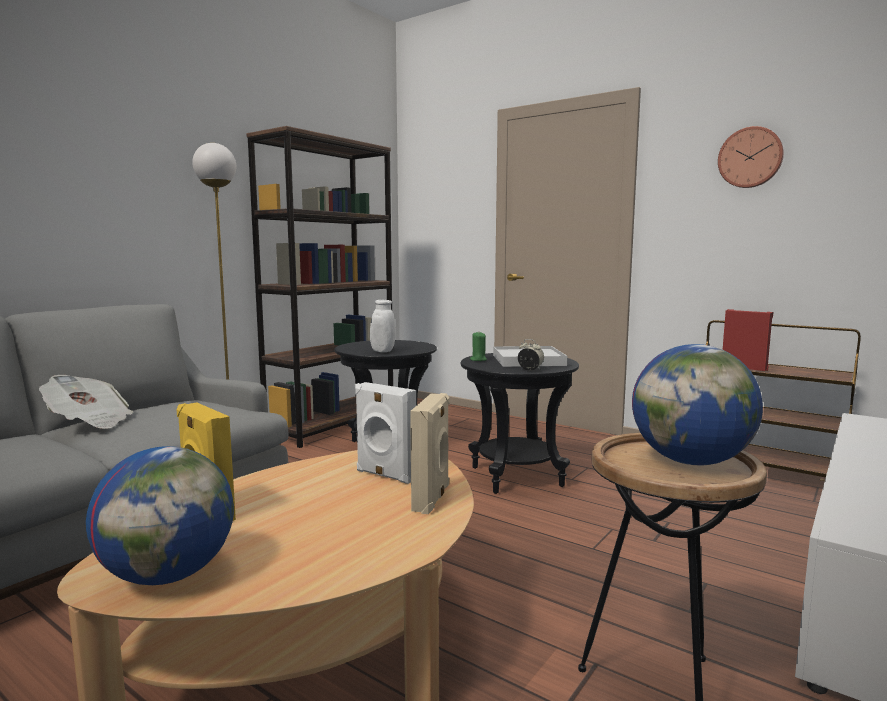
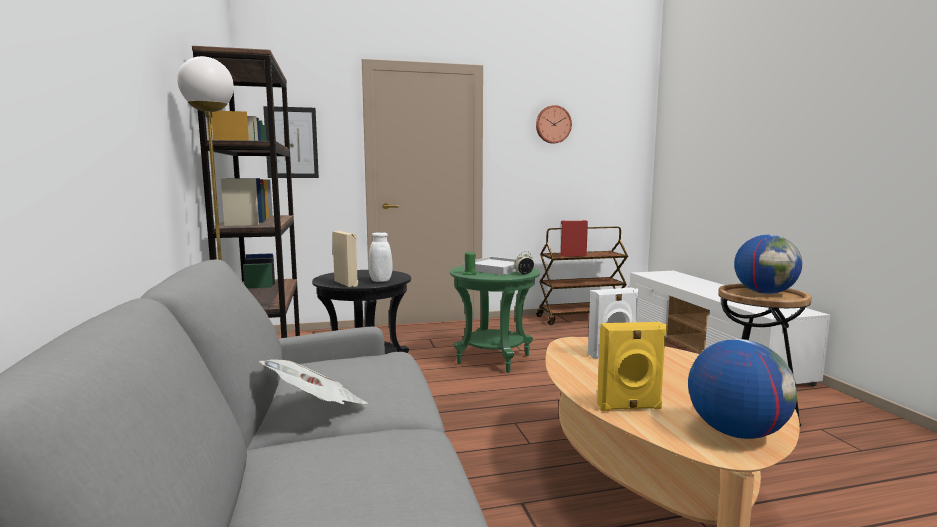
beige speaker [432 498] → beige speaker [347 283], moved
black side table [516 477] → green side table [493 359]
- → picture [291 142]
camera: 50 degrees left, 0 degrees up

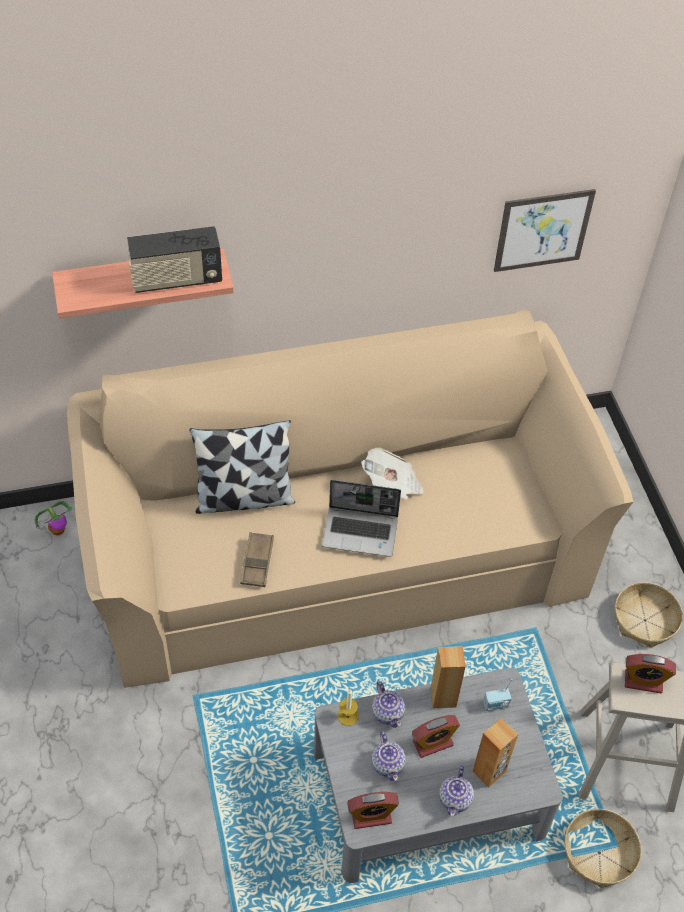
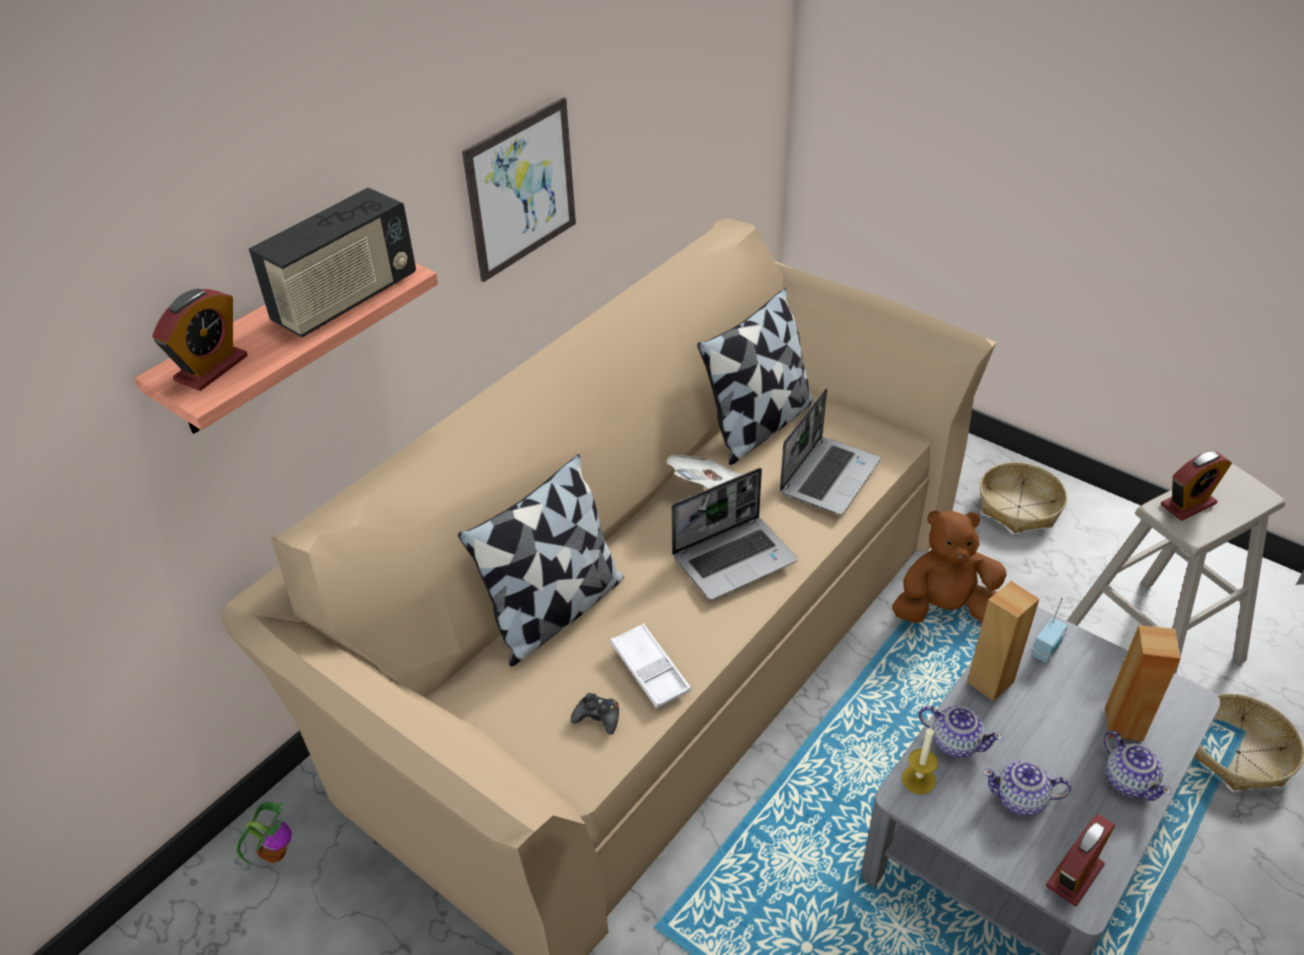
brown tray [257 562] → white tray [650 670]
teapot [388 764] → teapot [1021 799], 150 degrees clockwise
alarm clock [433 743] → alarm clock [211 368], moved
picture [543 230] → picture [521 189], moved
- → black game controller [597 717]
- → pillow [759 425]
- → laptop [829 476]
- → brown plush toy [944 608]
camera: 35 degrees left, 10 degrees down

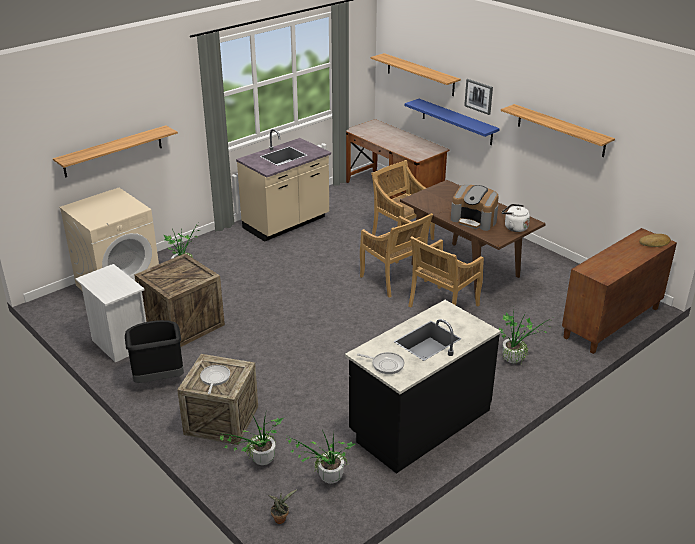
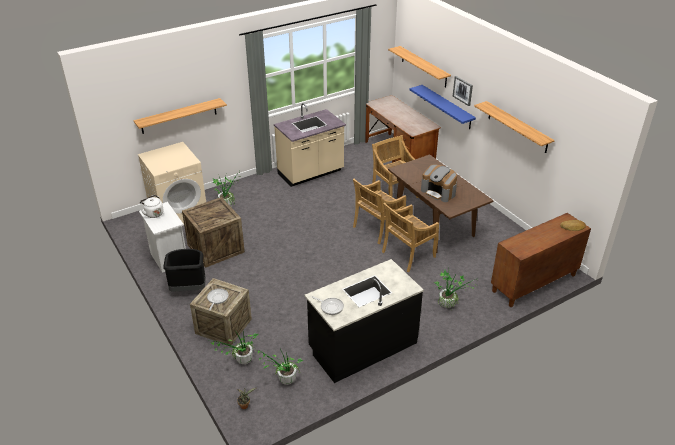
beige chair [394 280] → beige chair [377 228], 75 degrees clockwise
white kettle [514 227] → white kettle [153 213], moved
camera: 10 degrees right, 5 degrees up

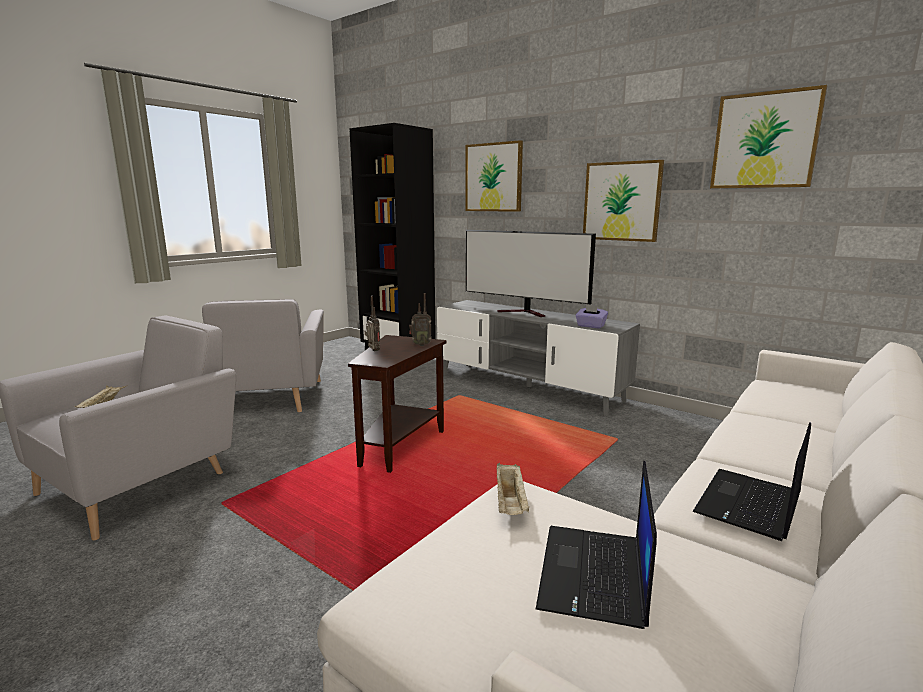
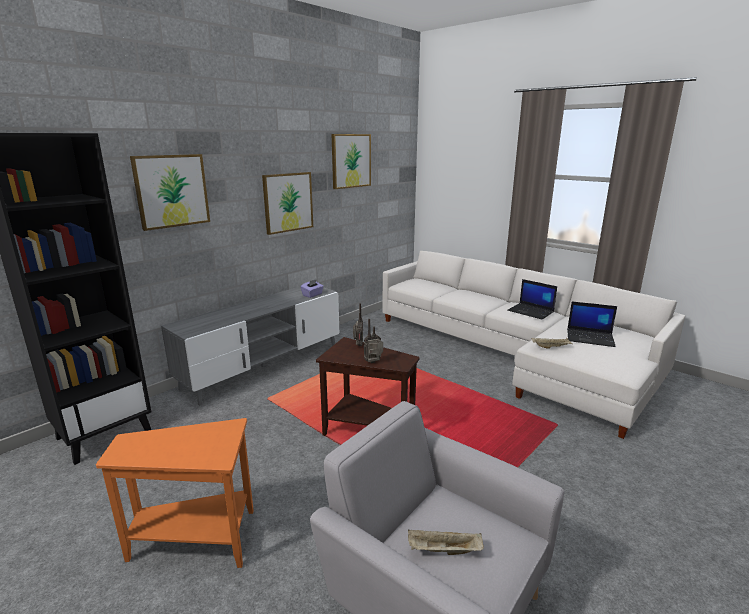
grey armchair [270 399] → orange side table [198 541]
television [525 313] → -
camera: 85 degrees left, 5 degrees up

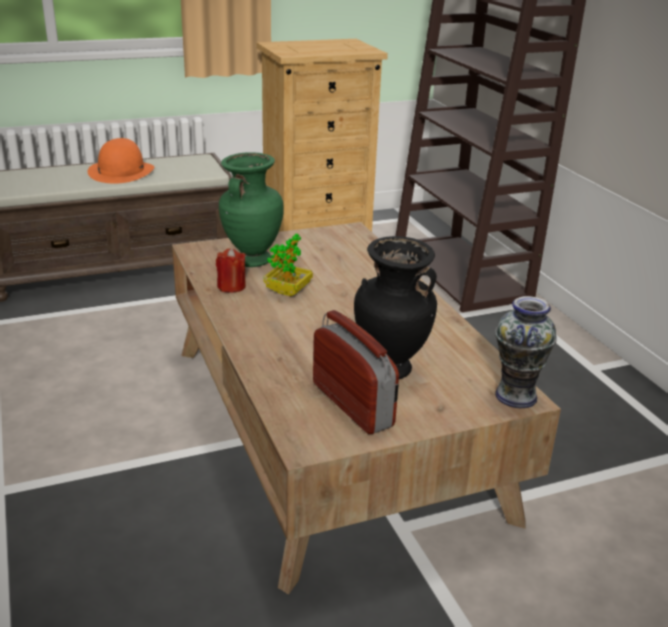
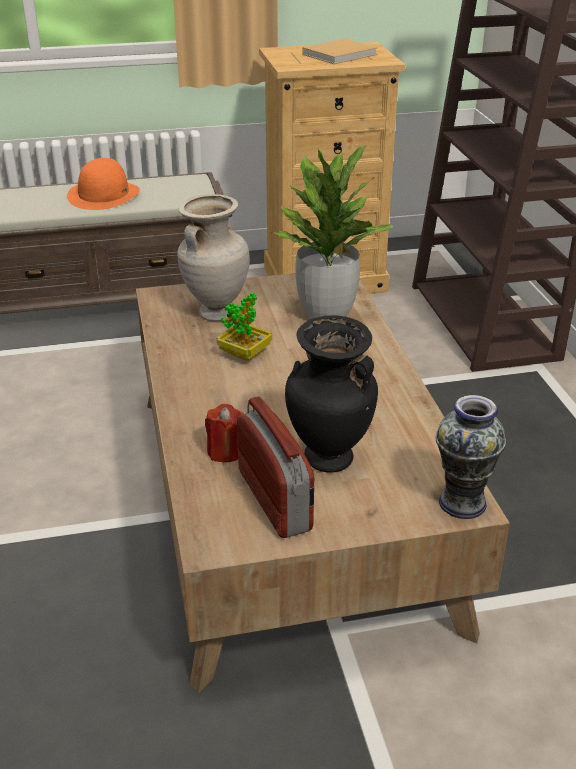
red candle [231 286] → red candle [225 451], moved
green vase [252 260] → beige vase [216 313]
- → potted plant [326 314]
- → beige book [341 54]
camera: 10 degrees right, 5 degrees up

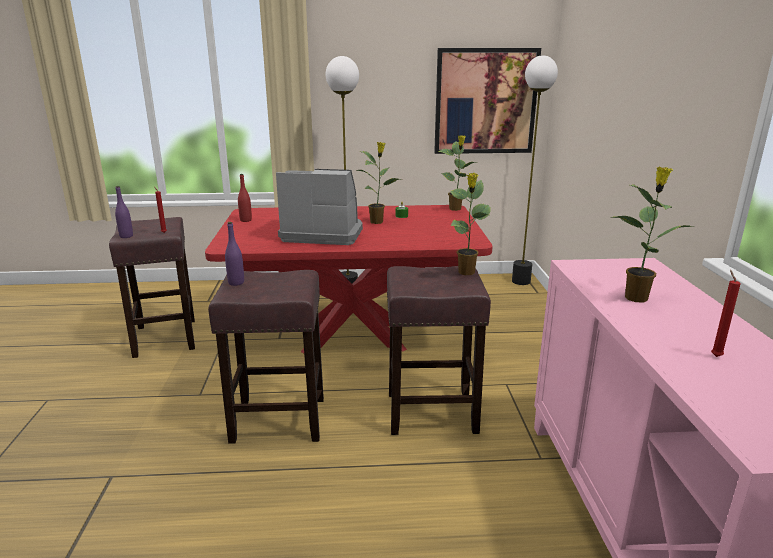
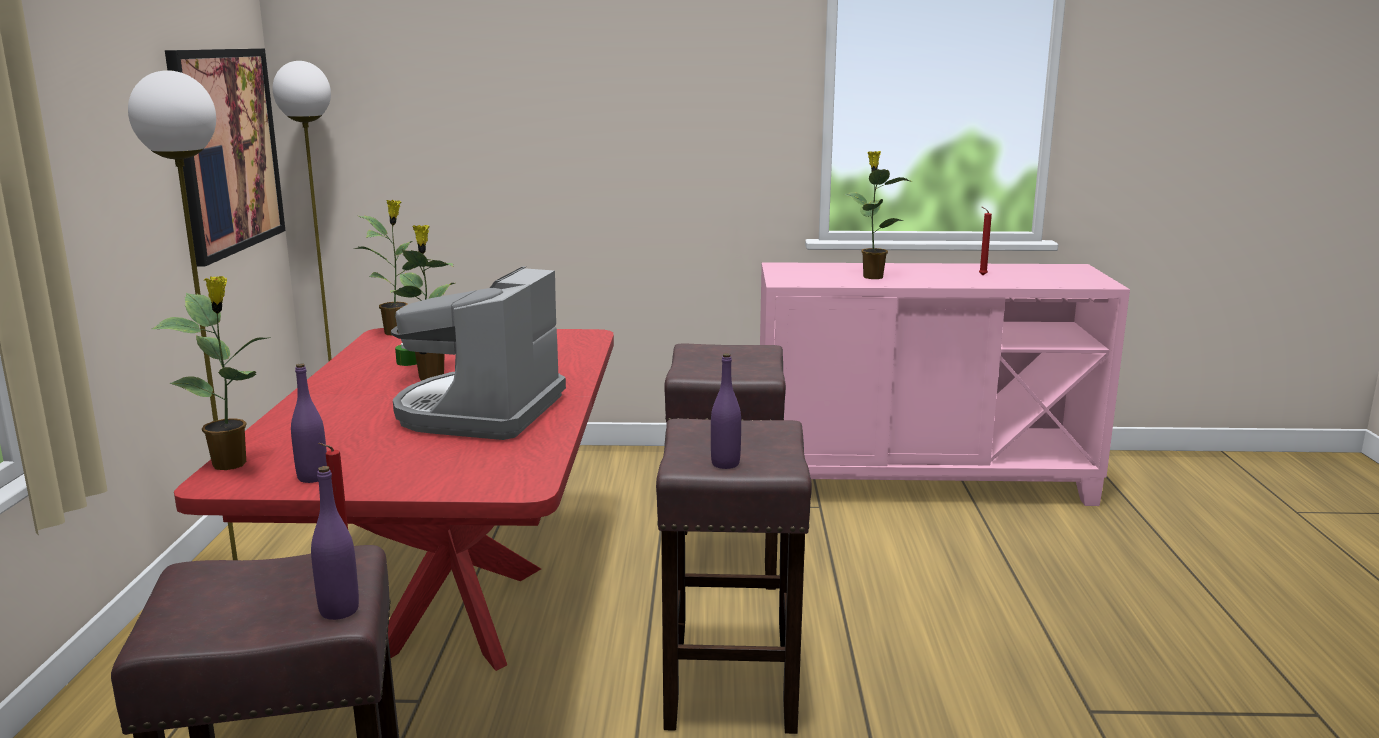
red bottle [246 220] → purple bottle [312 477]
potted plant [466 272] → potted plant [232 464], moved
camera: 85 degrees left, 5 degrees down

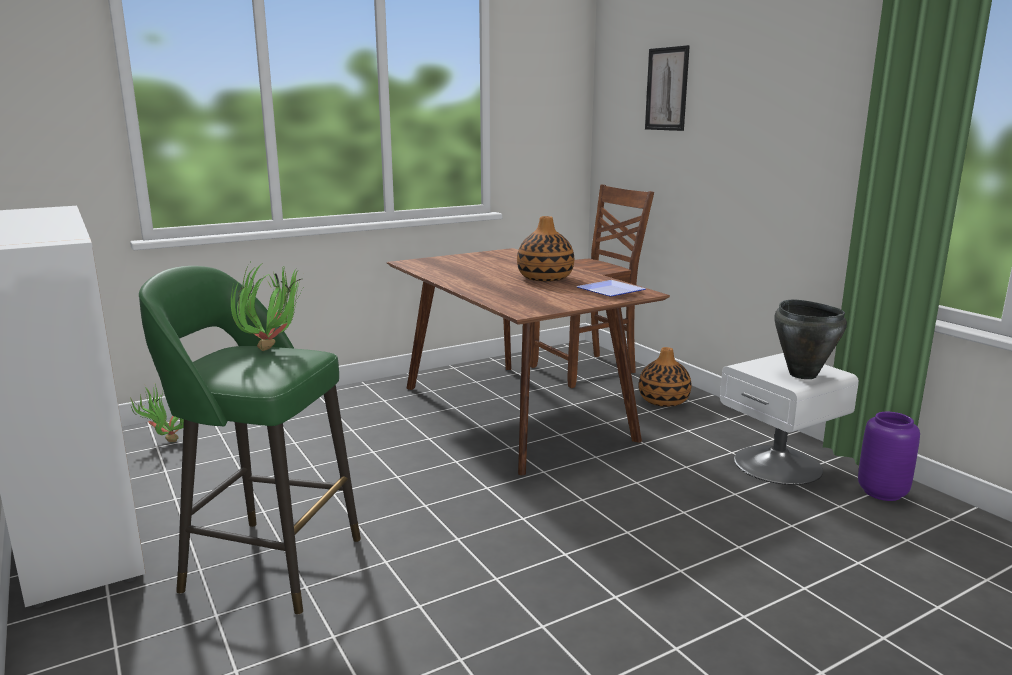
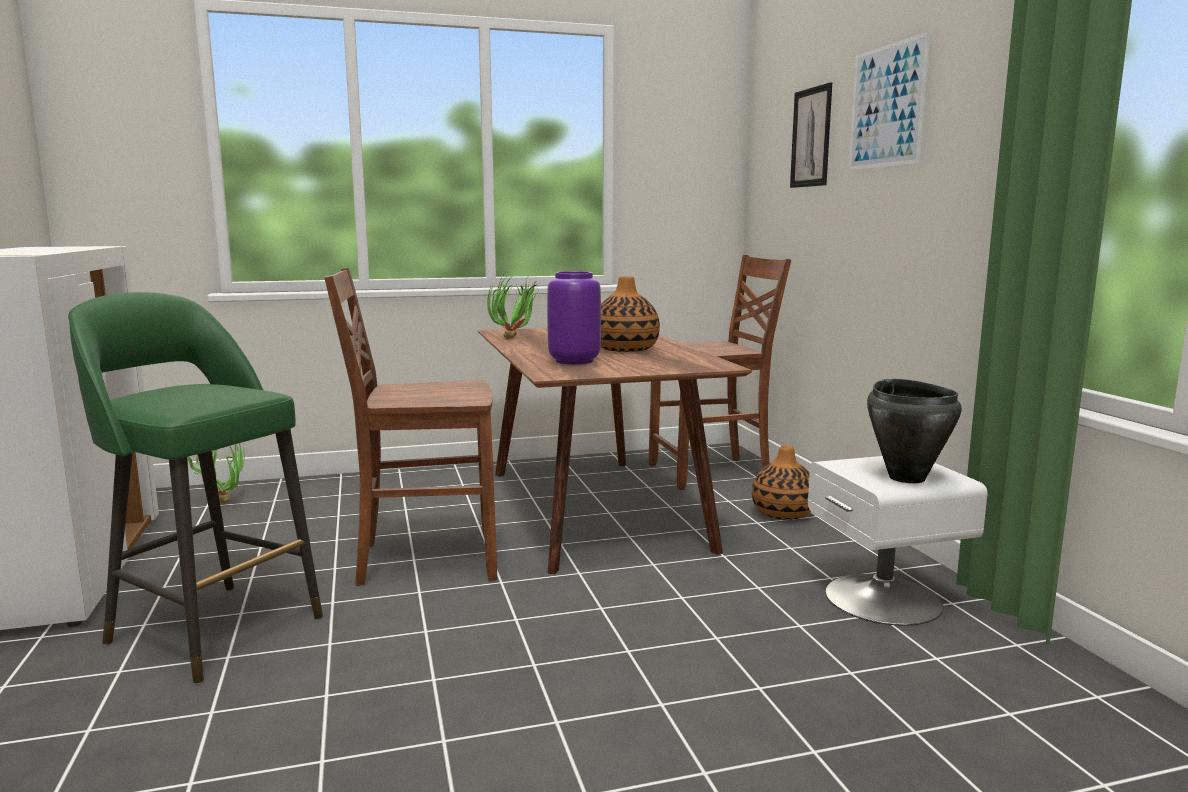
potted plant [276 348] → potted plant [517 339], moved
plate [608 291] → -
purple vase [883 492] → purple vase [575 361], moved
- → brown chair [424 560]
- → picture [886 106]
camera: 15 degrees right, 5 degrees down

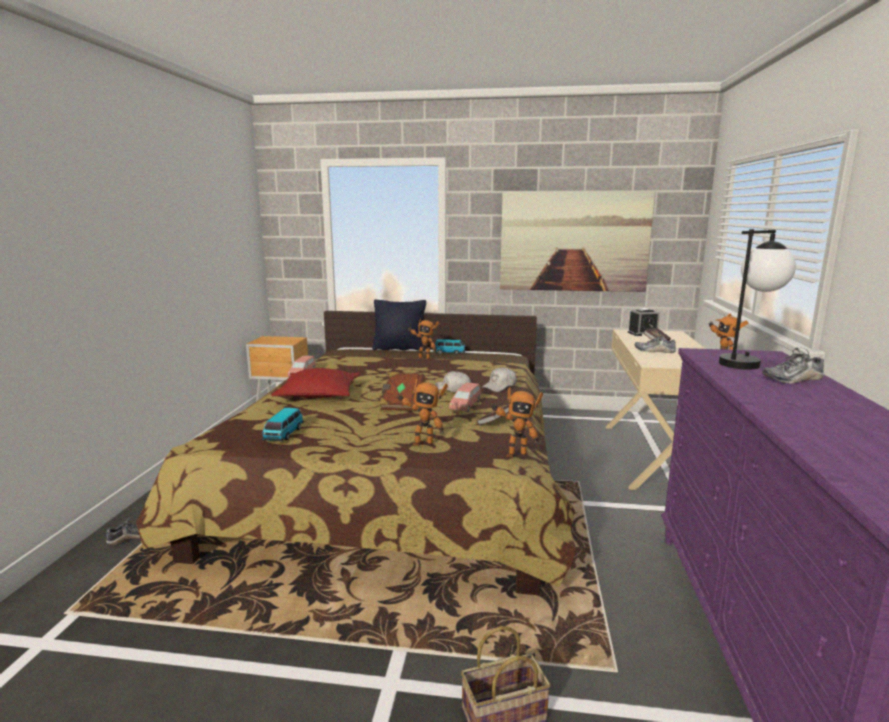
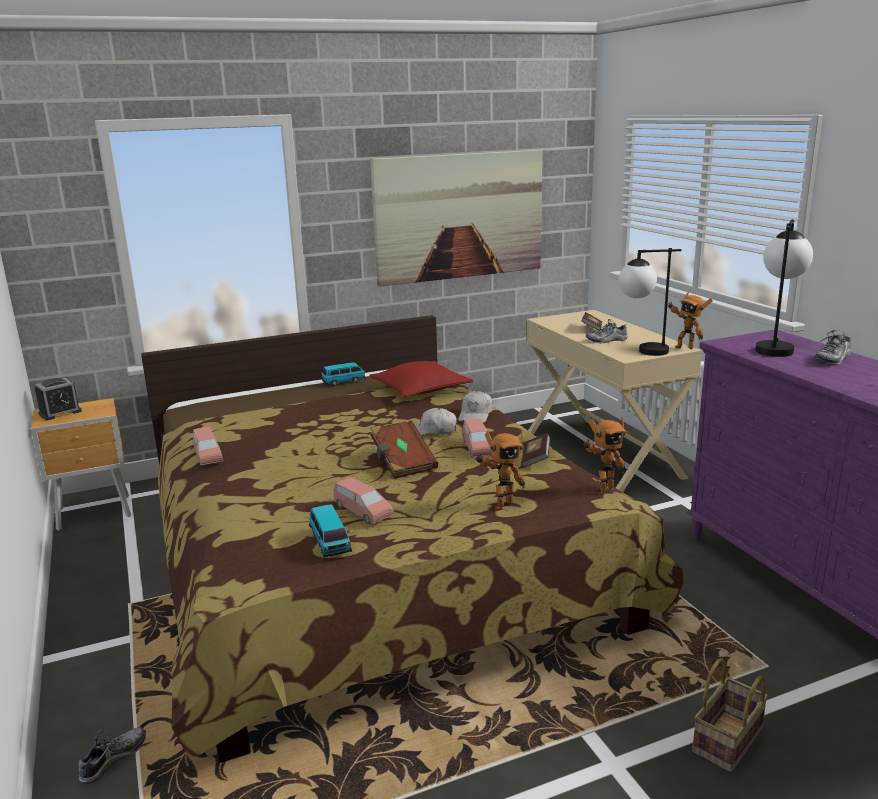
red pillow [319 394] → red pillow [420 389], moved
black pillow [399 349] → -
toy robot [423 358] → -
alarm clock [643 333] → alarm clock [60 413], moved
- → pink toy car [363 511]
- → table lamp [641 352]
camera: 30 degrees left, 5 degrees up

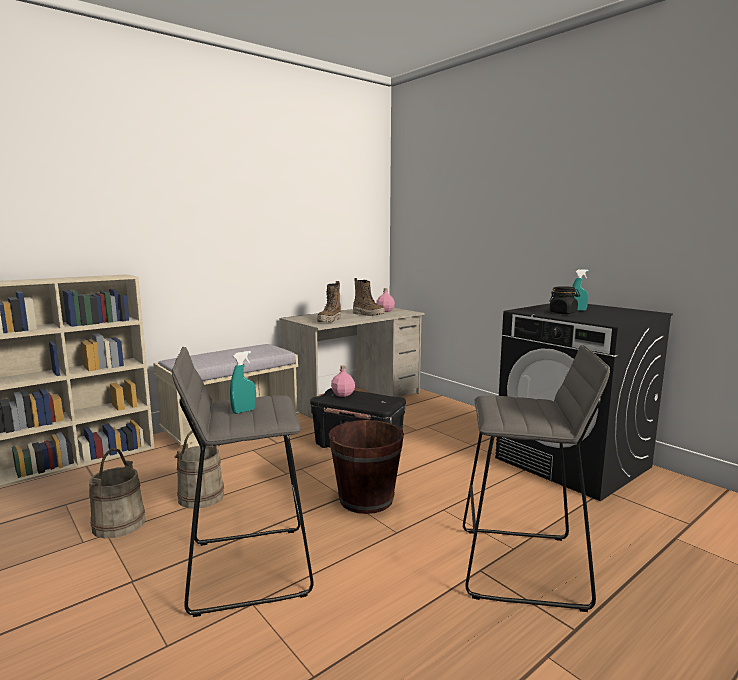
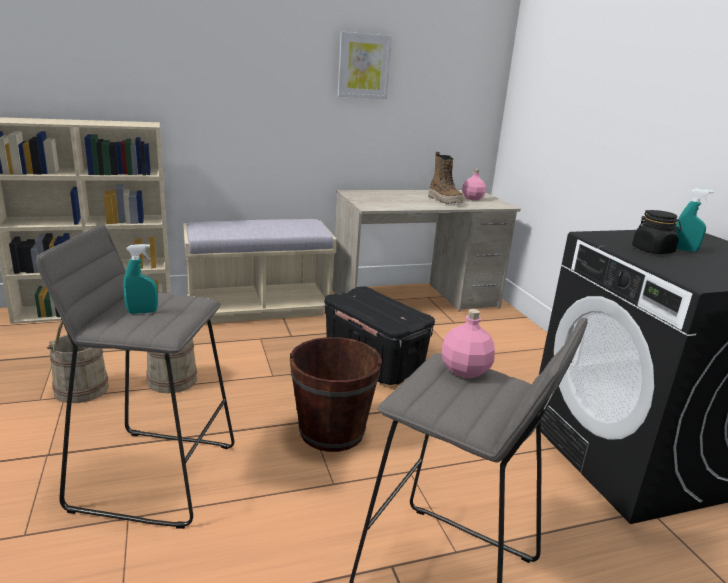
boot [329 321] → -
pink bottle [343 394] → pink bottle [465 371], moved
- → picture [363 66]
camera: 20 degrees right, 10 degrees up

